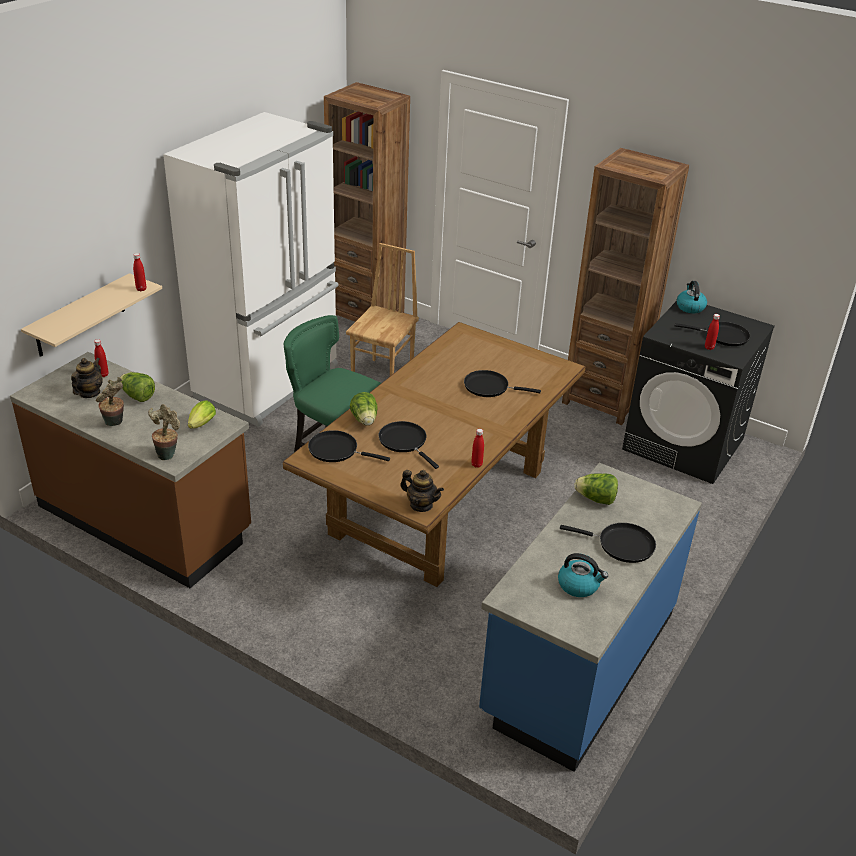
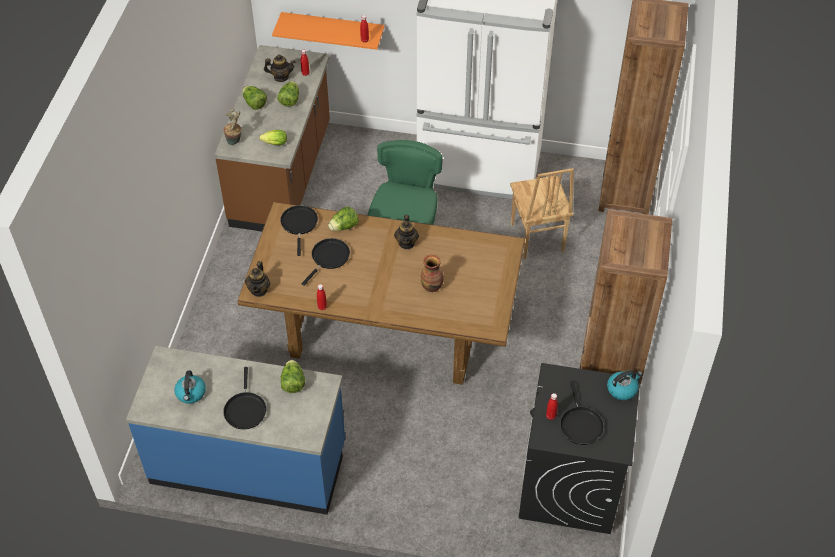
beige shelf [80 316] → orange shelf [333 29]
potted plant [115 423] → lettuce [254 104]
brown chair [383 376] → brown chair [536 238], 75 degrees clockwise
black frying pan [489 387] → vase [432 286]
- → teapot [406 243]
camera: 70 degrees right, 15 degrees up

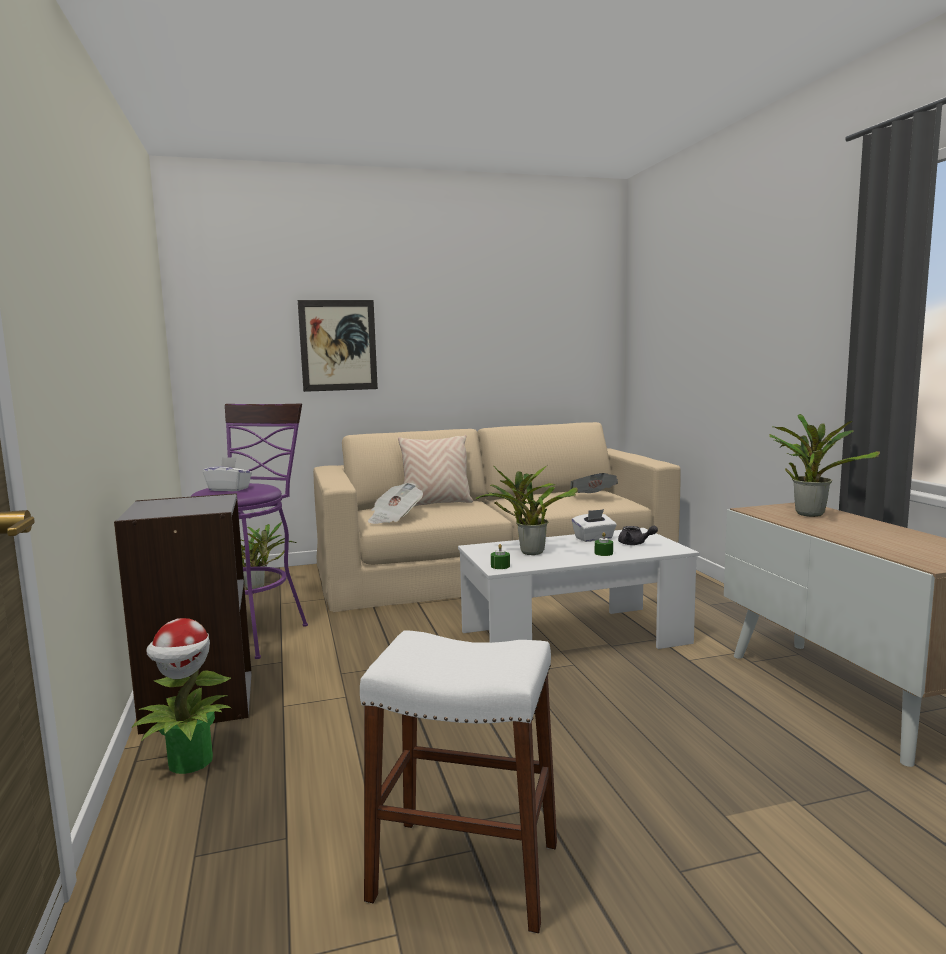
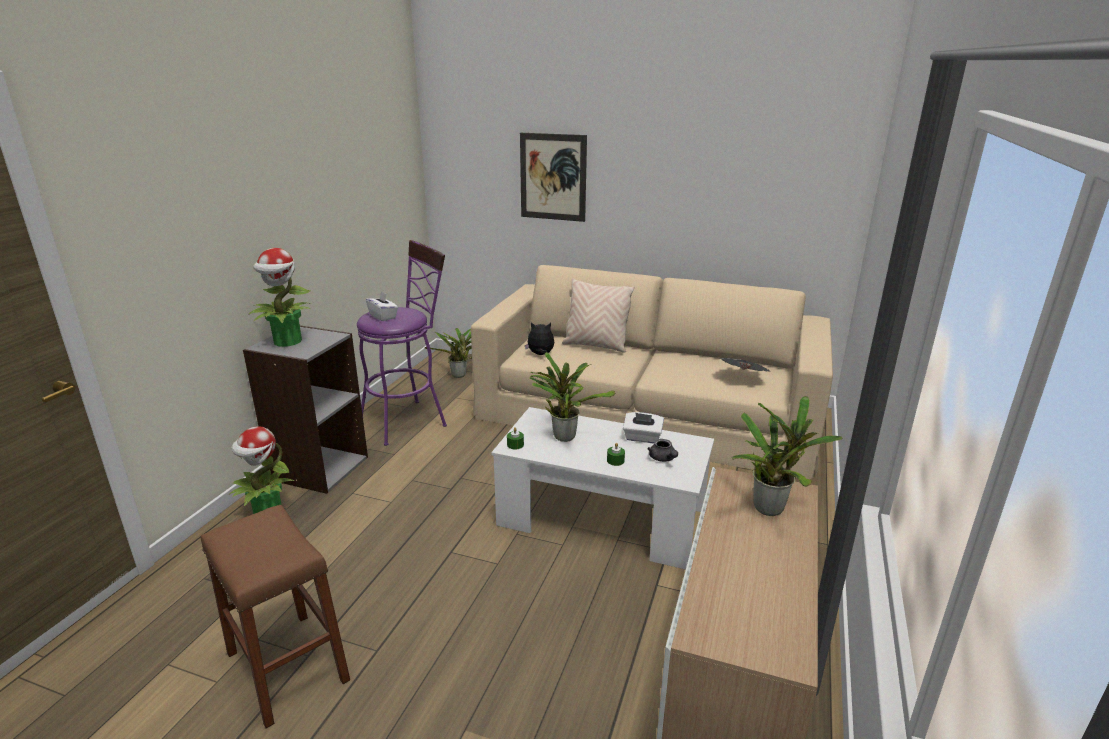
white stool [465 871] → brown stool [287 666]
newspaper [394 518] → plush toy [540 355]
- → potted plant [287 341]
camera: 35 degrees right, 15 degrees up

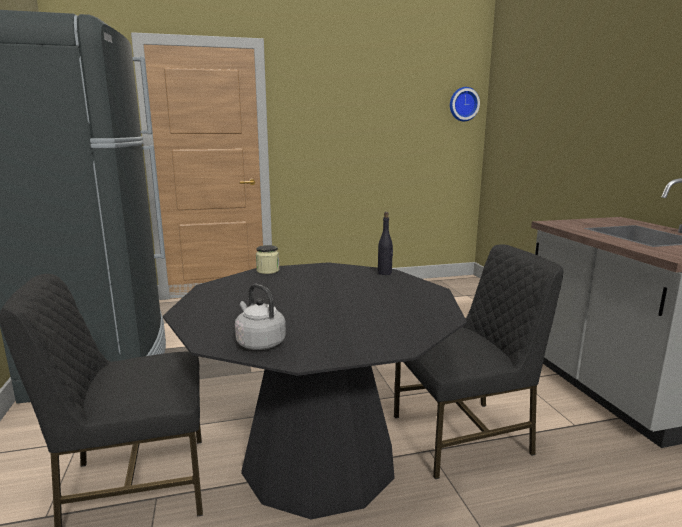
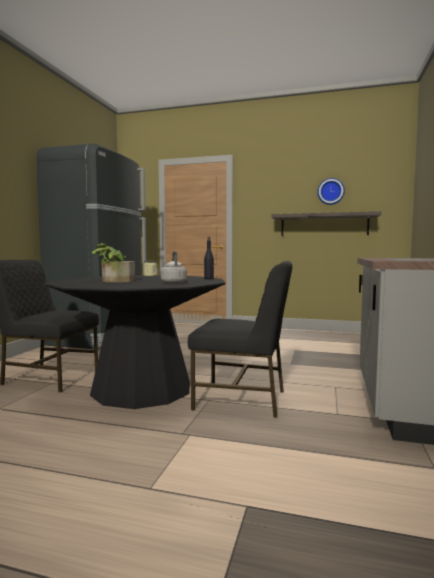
grey kettle [259 343] → grey kettle [173 282], moved
wall clock [463 104] → wall clock [330 191], moved
- → potted plant [114 281]
- → shelf [324 225]
camera: 30 degrees right, 10 degrees down

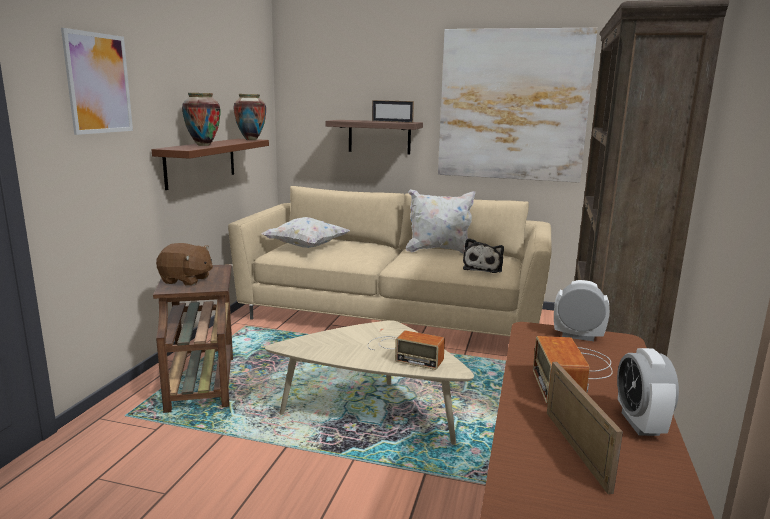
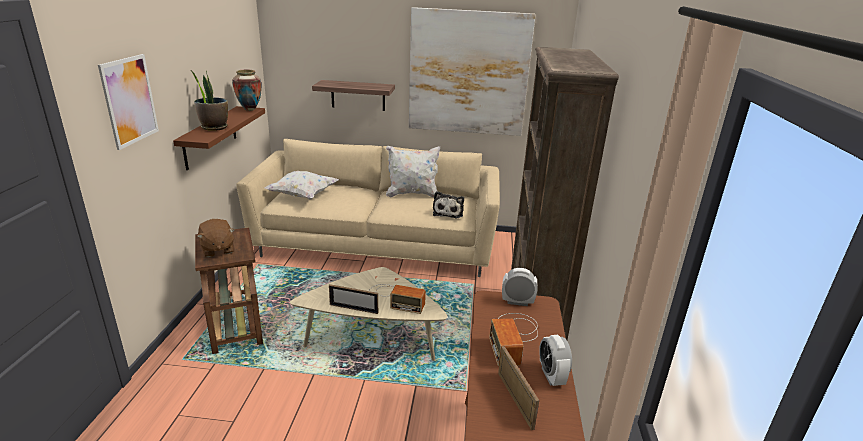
brown plush toy [186 280] → brown plush toy [217 250], 60 degrees clockwise
vase [203 145] → potted plant [214 127]
picture frame [392 121] → picture frame [353 309], moved
camera: 10 degrees left, 10 degrees up

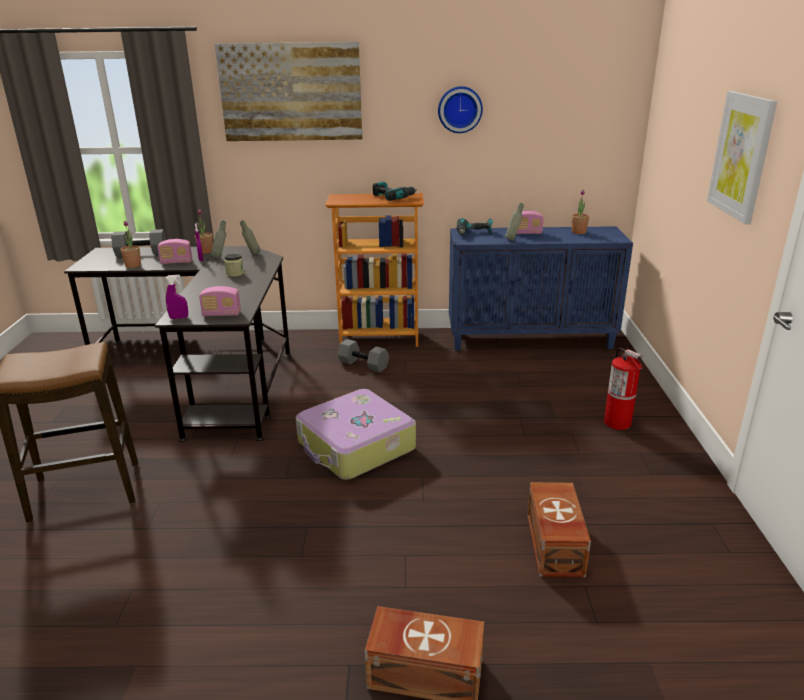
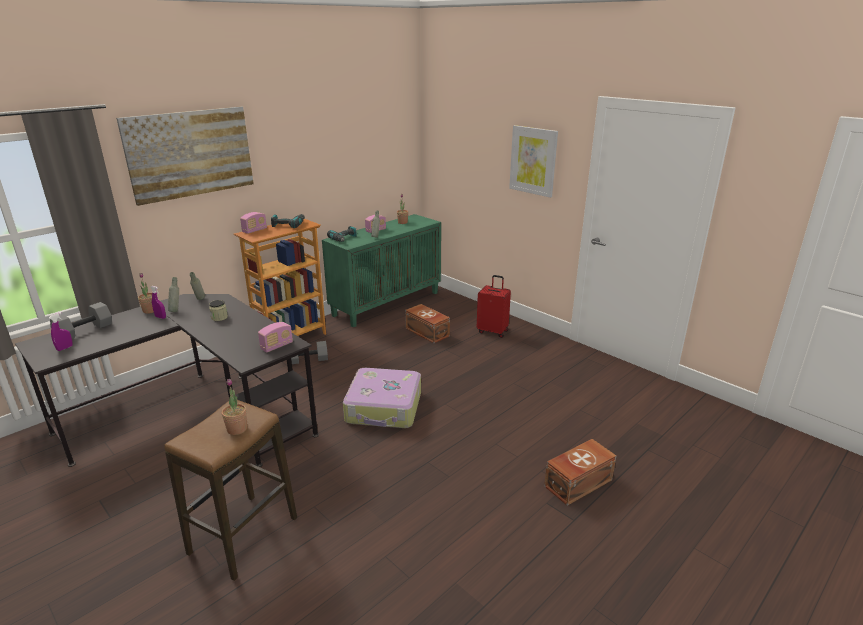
potted plant [133 265] → potted plant [237 429], moved
radio [176 262] → radio [254 231], moved
purple spray bottle [179 318] → purple spray bottle [65 348], moved
wall clock [459 109] → -
blue cabinet [531 339] → green cabinet [387 303]
brown storage box [553 545] → brown storage box [427 332], moved
fire extinguisher [617 423] → red suitcase [493 331]
camera: 45 degrees left, 0 degrees up

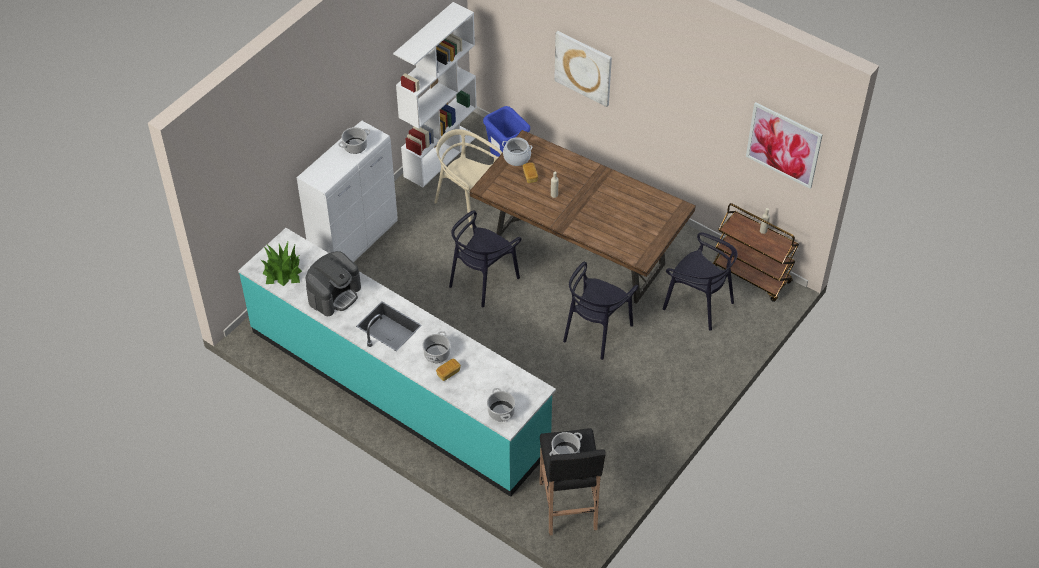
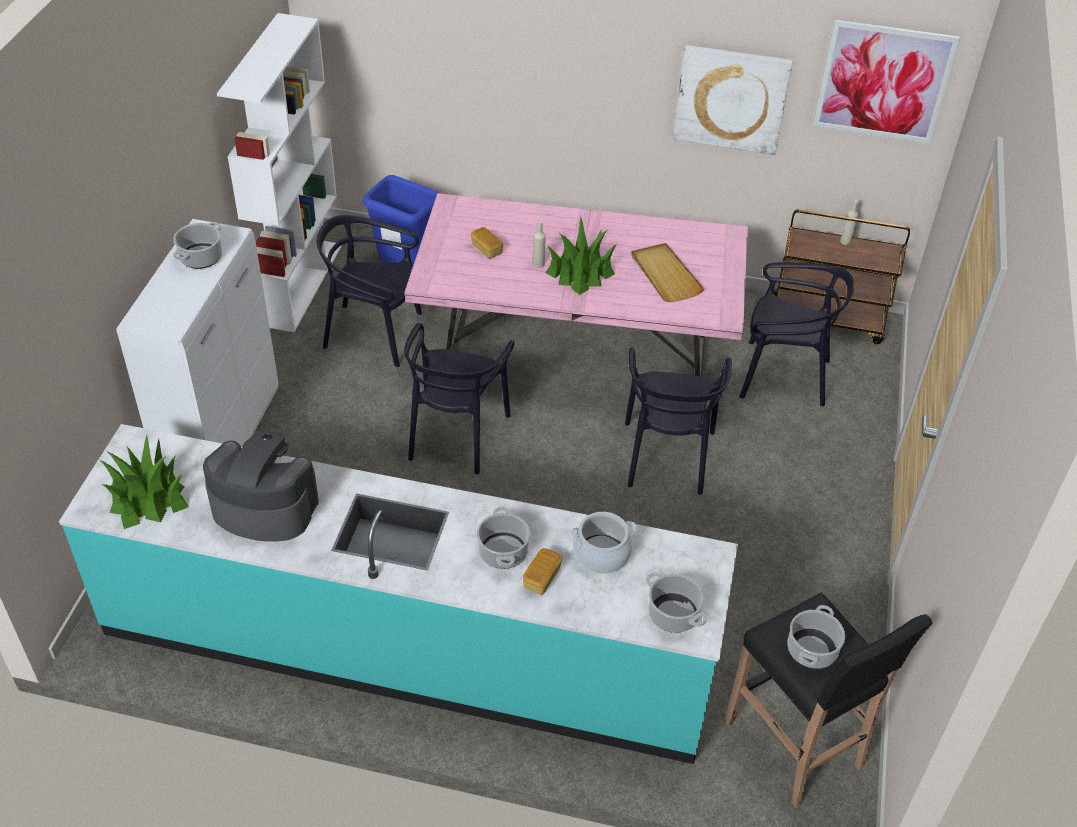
coffee machine [334 294] → coffee machine [264 508], 90 degrees counterclockwise
beige chair [467 201] → black chair [373 333]
brown dining table [578 251] → pink dining table [574 355]
cooking pot [517 158] → cooking pot [601 554], moved
picture [583 68] → picture [731 99], moved
- → potted plant [580 272]
- → beige tray [665 275]
camera: 25 degrees left, 5 degrees down

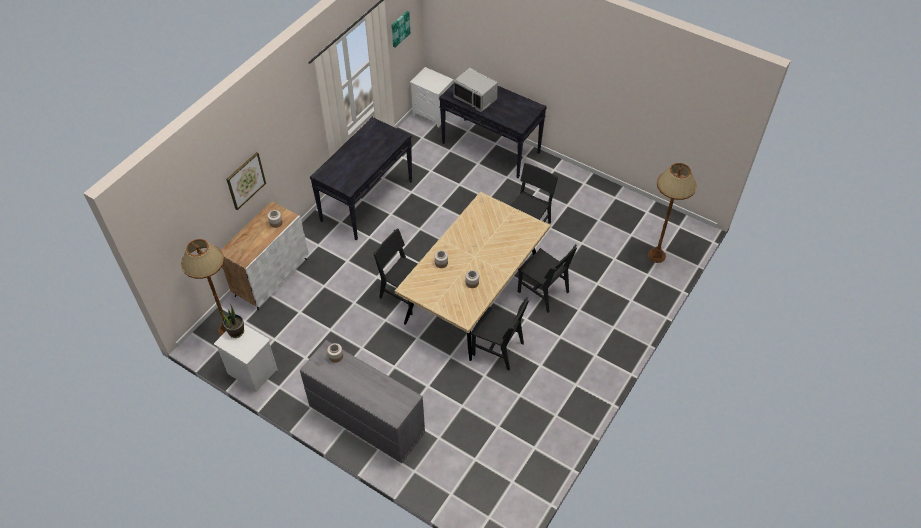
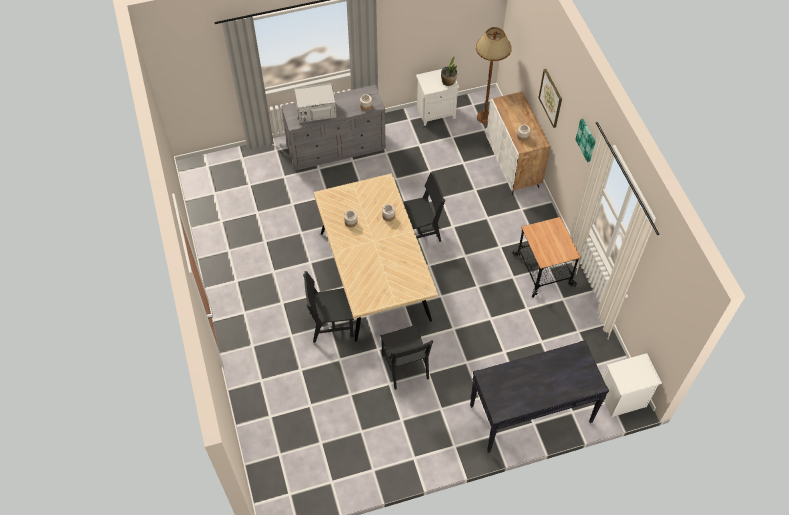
black console table [367 200] → cart [544 270]
picture [399 28] → picture [586 140], moved
grey microwave [475 98] → grey microwave [316 111], moved
black chair [497 349] → -
brown floor lamp [656 256] → -
camera: 130 degrees right, 5 degrees up

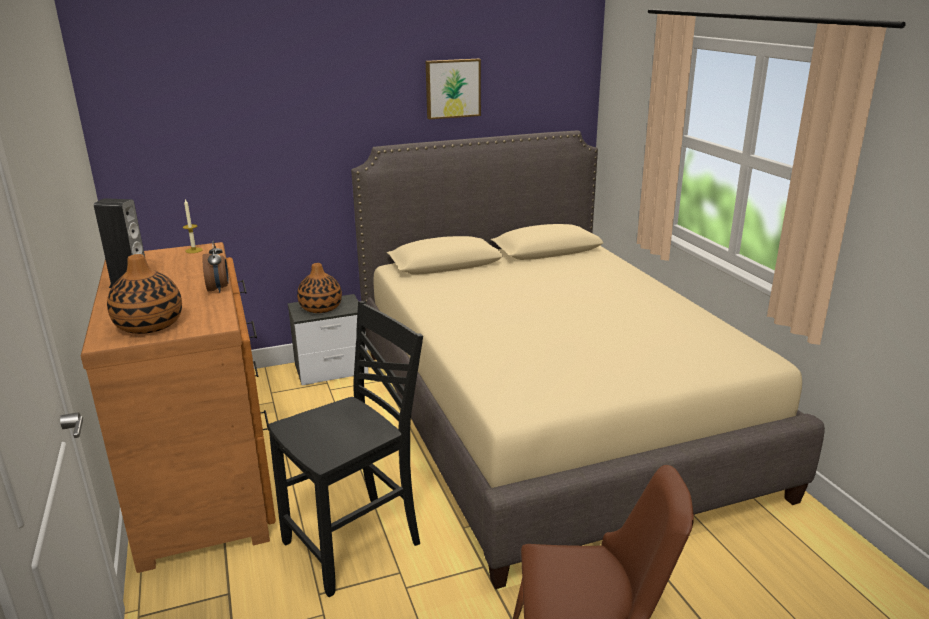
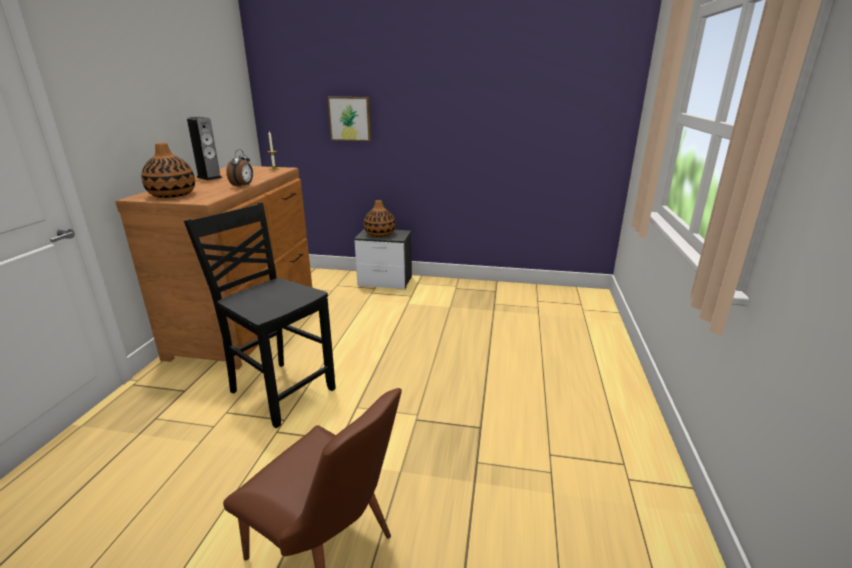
black chair [356 544] → black chair [280 390], 135 degrees counterclockwise
beige bed [549 416] → -
picture [452 88] → picture [350 118], moved
camera: 30 degrees right, 0 degrees up

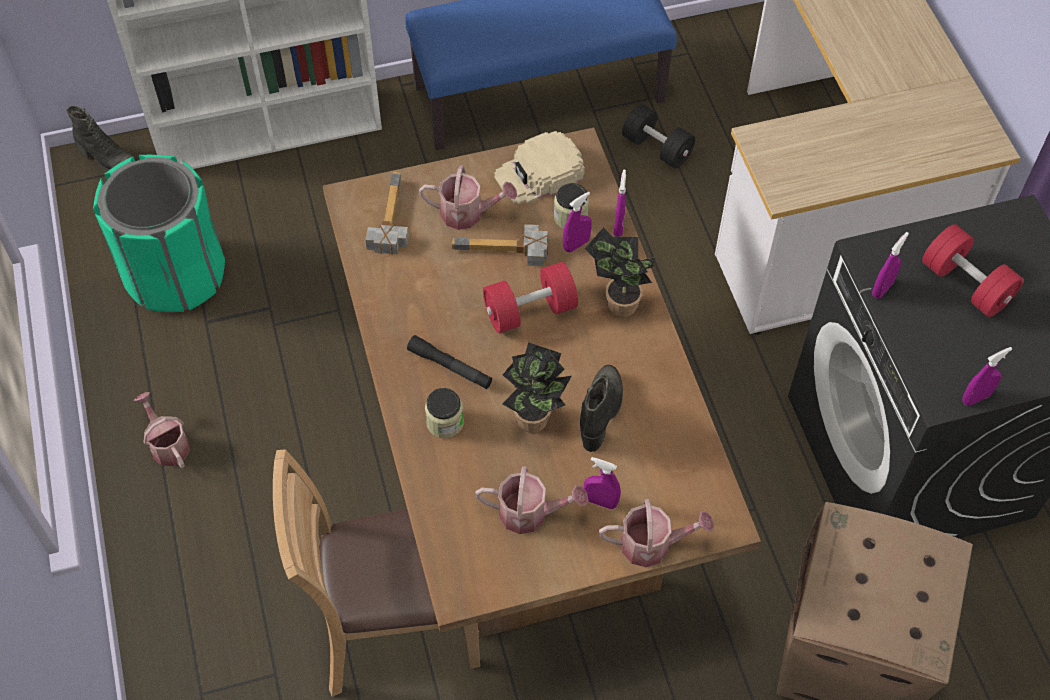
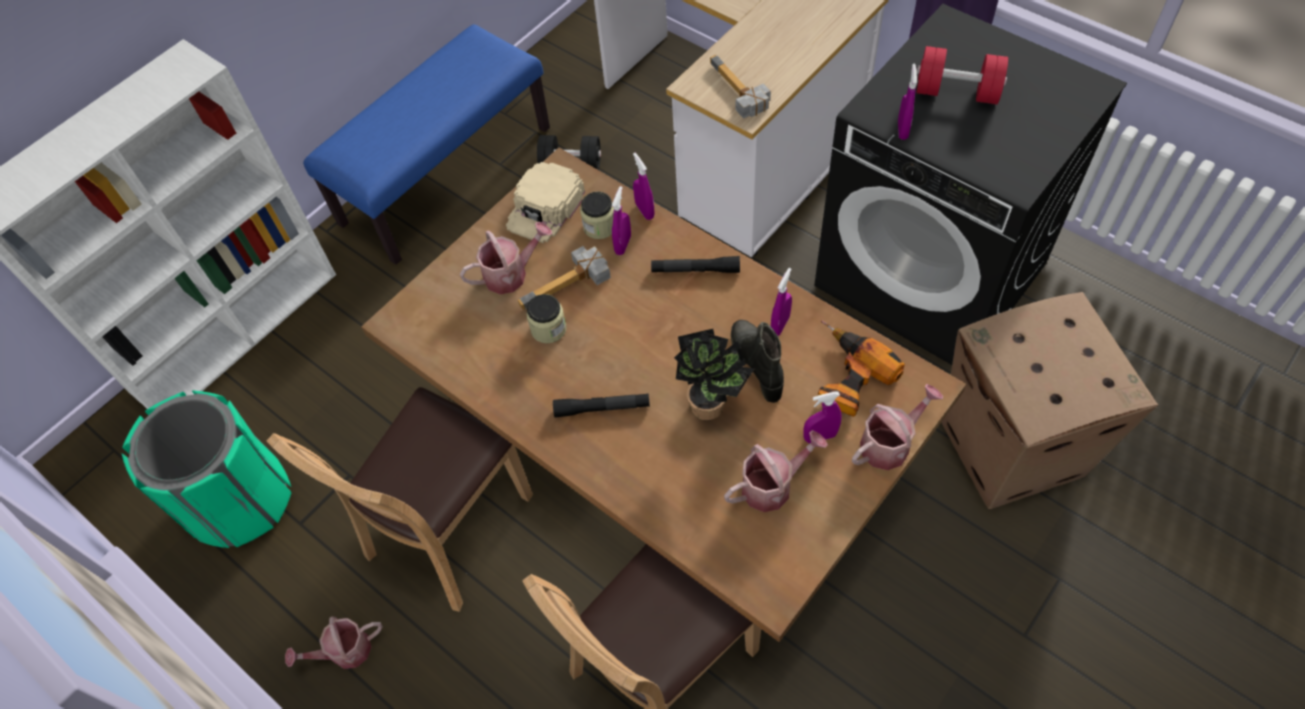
black boot [108 161] → -
watering can [167 444] → watering can [344 651], 45 degrees counterclockwise
hammer [386 219] → hammer [734 92], moved
jar [445 422] → jar [548 329], moved
red dumbbell [530 310] → -
potted plant [617 303] → black flashlight [695 270]
purple spray bottle [976 398] → purple spray bottle [780 325], moved
- → brown chair [449 529]
- → power drill [846 377]
camera: 30 degrees left, 0 degrees up

